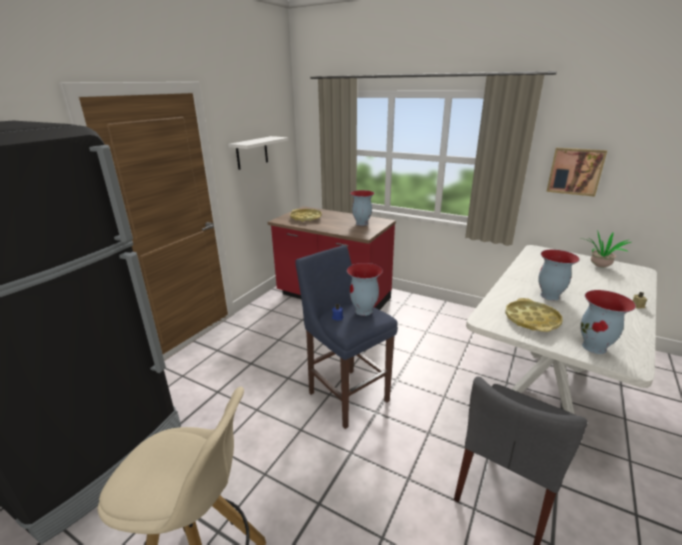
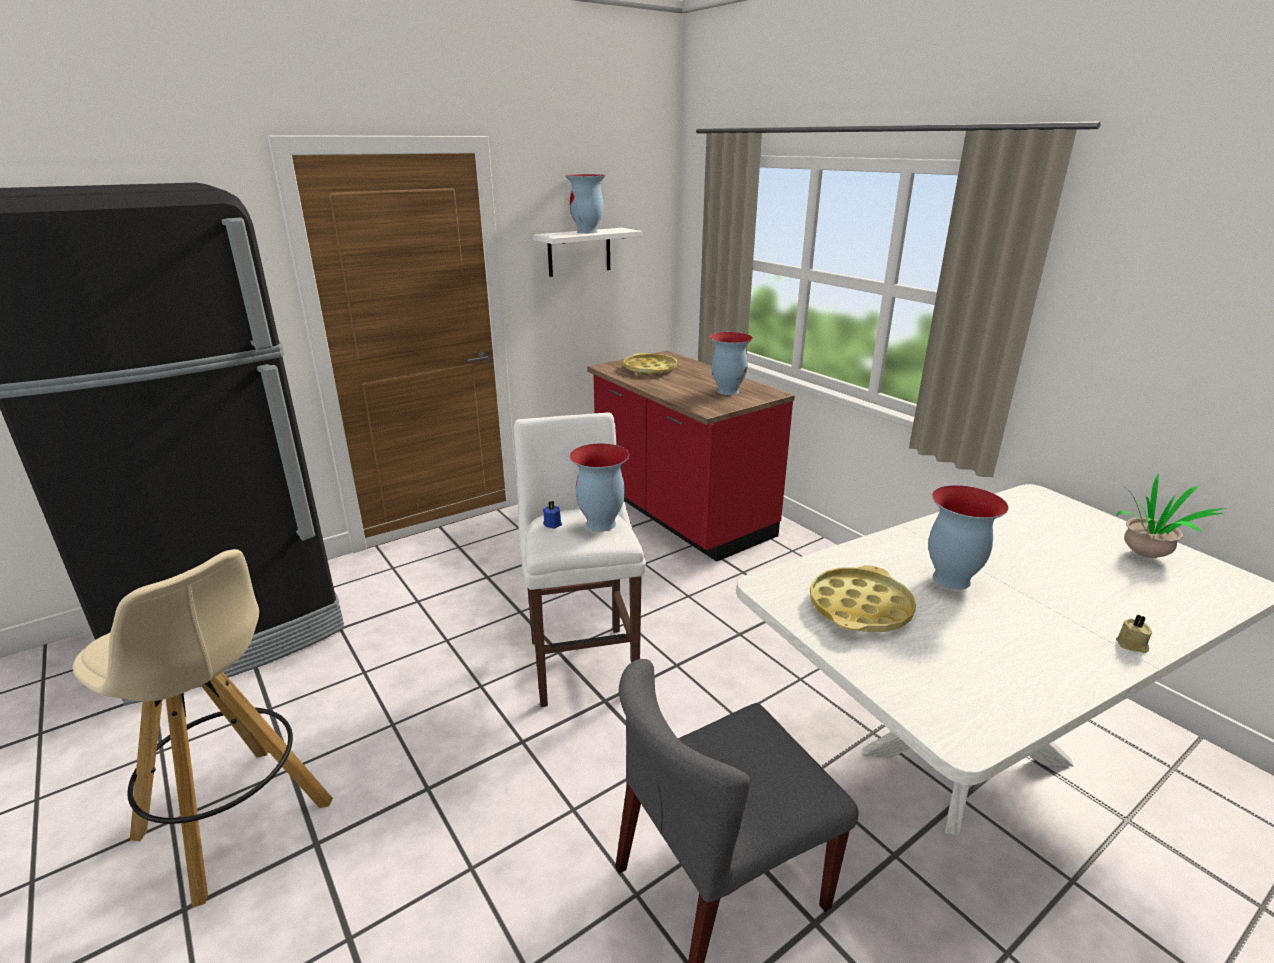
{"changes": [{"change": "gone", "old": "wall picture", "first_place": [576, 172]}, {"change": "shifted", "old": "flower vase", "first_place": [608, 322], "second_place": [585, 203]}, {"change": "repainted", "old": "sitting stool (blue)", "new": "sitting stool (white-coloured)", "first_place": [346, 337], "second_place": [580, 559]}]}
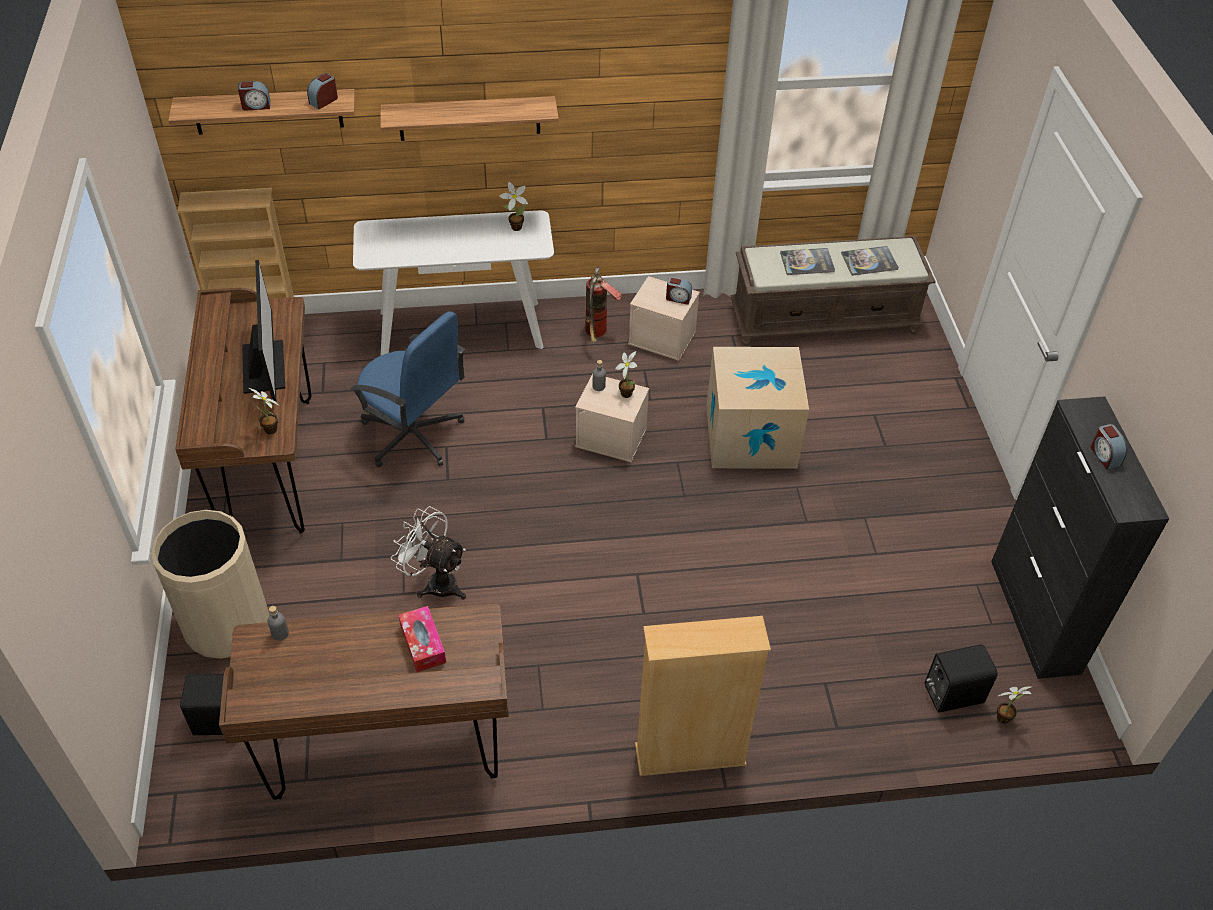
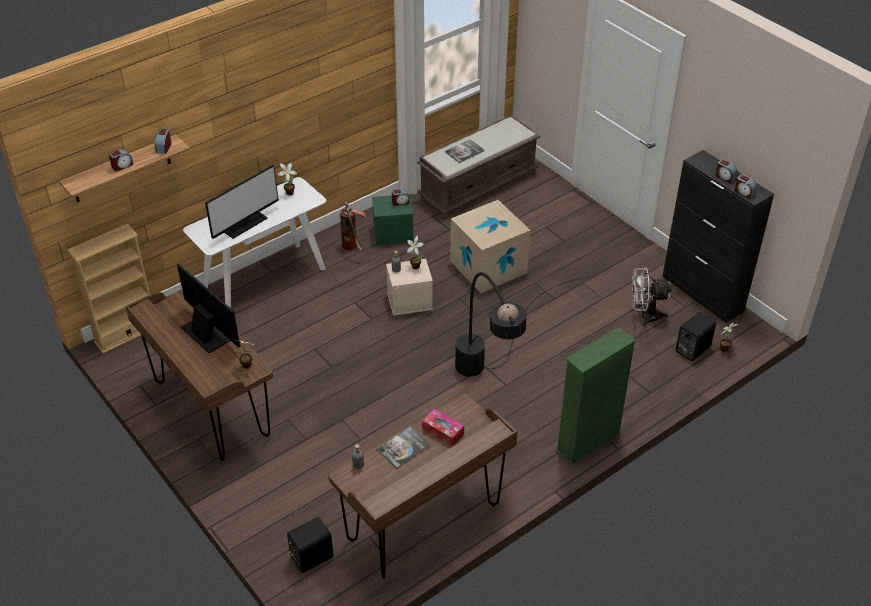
{"changes": [{"change": "gone", "old": "rubbish bin (beige-coloured)", "first_place": [210, 584]}, {"change": "gone", "old": "computer chair (blue)", "first_place": [407, 389]}, {"change": "gone", "old": "bracket shelf", "first_place": [470, 118]}, {"change": "new", "new": "computer screen", "second_place": [242, 202]}, {"change": "new", "new": "floor lamp (black)", "second_place": [523, 324]}, {"change": "new", "new": "bedside clock", "second_place": [745, 186]}, {"change": "shifted", "old": "electric fan (white-coloured)", "first_place": [428, 553], "second_place": [651, 297]}, {"change": "shifted", "old": "volume", "first_place": [870, 261], "second_place": [403, 447]}, {"change": "repainted", "old": "storage box (beige-coloured)", "new": "storage box (greenish)", "first_place": [664, 318], "second_place": [393, 220]}, {"change": "repainted", "old": "bookcase (beige-coloured)", "new": "bookcase (greenish)", "first_place": [703, 696], "second_place": [596, 396]}]}
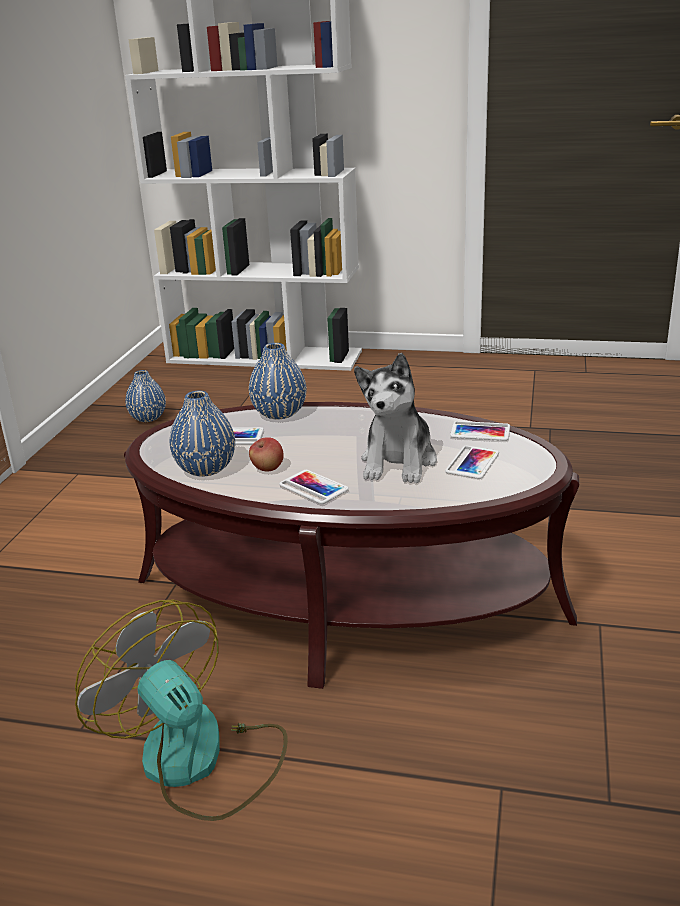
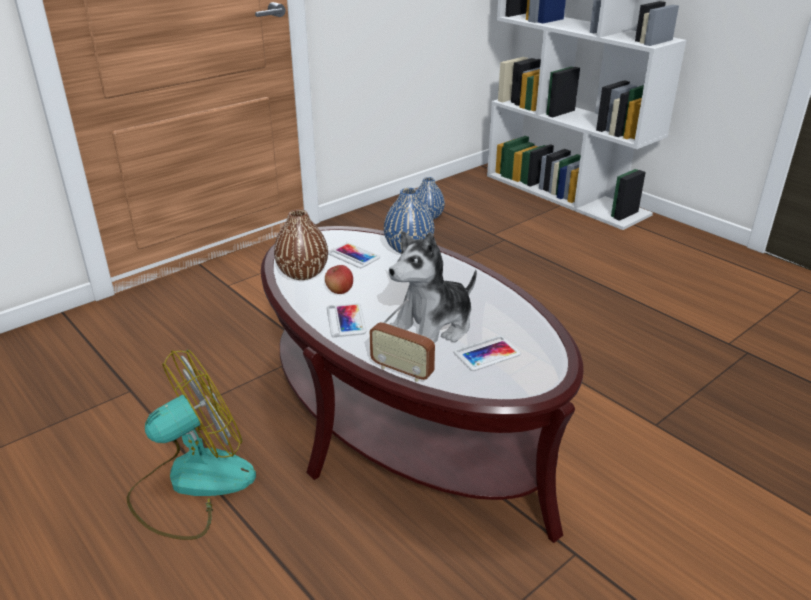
{"changes": [{"change": "gone", "old": "phone", "first_place": [480, 431]}, {"change": "new", "new": "radio receiver", "second_place": [402, 340]}, {"change": "repainted", "old": "flower vase (blue)", "new": "flower vase (brown)", "first_place": [202, 434], "second_place": [301, 244]}, {"change": "rotated", "old": "electric fan", "first_place": [181, 710], "second_place": [191, 445], "degrees": 60}]}
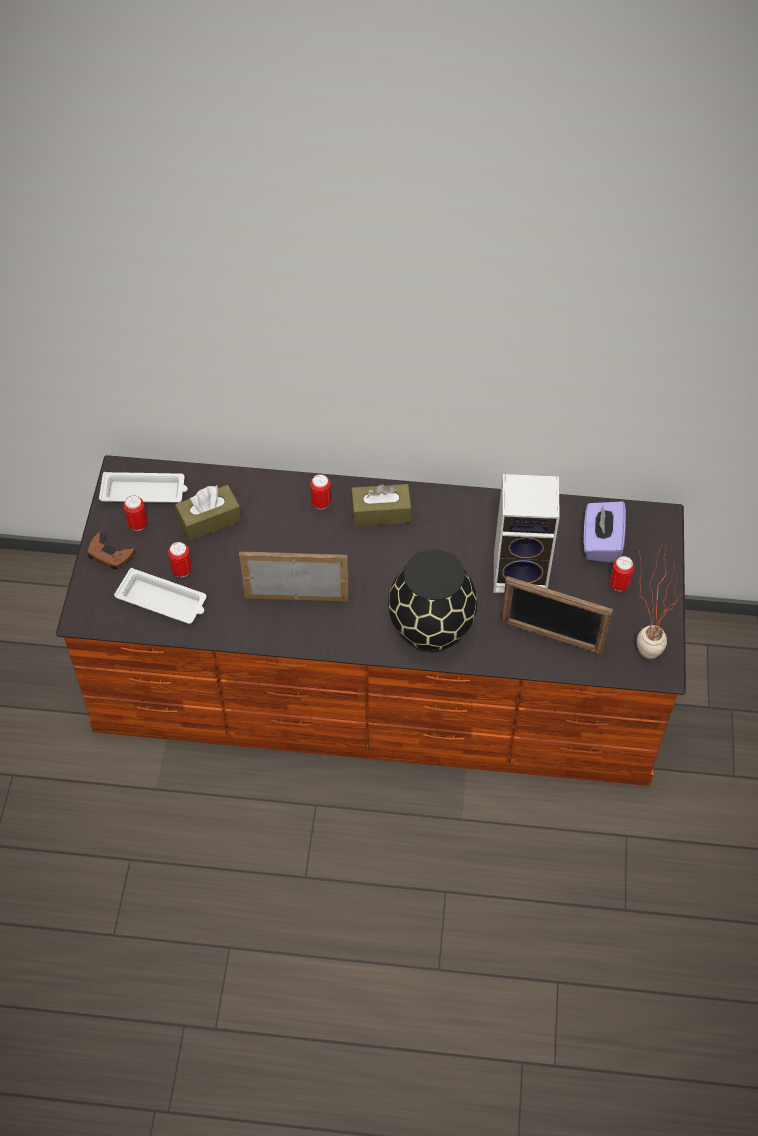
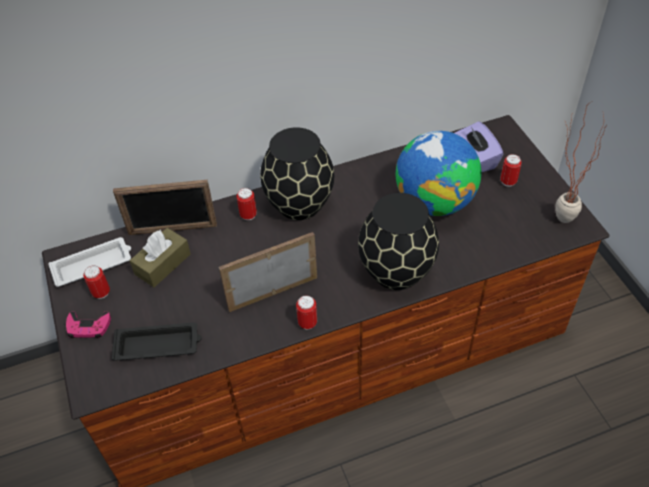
{"changes": [{"change": "shifted", "old": "metal can", "first_place": [180, 559], "second_place": [306, 312]}, {"change": "shifted", "old": "picture frame", "first_place": [556, 615], "second_place": [165, 207]}, {"change": "swapped", "old": "box of tissues (brown)", "new": "flower vase (black)", "first_place": [381, 505], "second_place": [297, 173]}, {"change": "swapped", "old": "loudspeaker", "new": "world globe", "first_place": [526, 533], "second_place": [439, 173]}, {"change": "repainted", "old": "game controller (brown)", "new": "game controller (pink)", "first_place": [111, 550], "second_place": [88, 324]}, {"change": "repainted", "old": "carrying tray (white-coloured)", "new": "carrying tray (black)", "first_place": [160, 596], "second_place": [156, 341]}]}
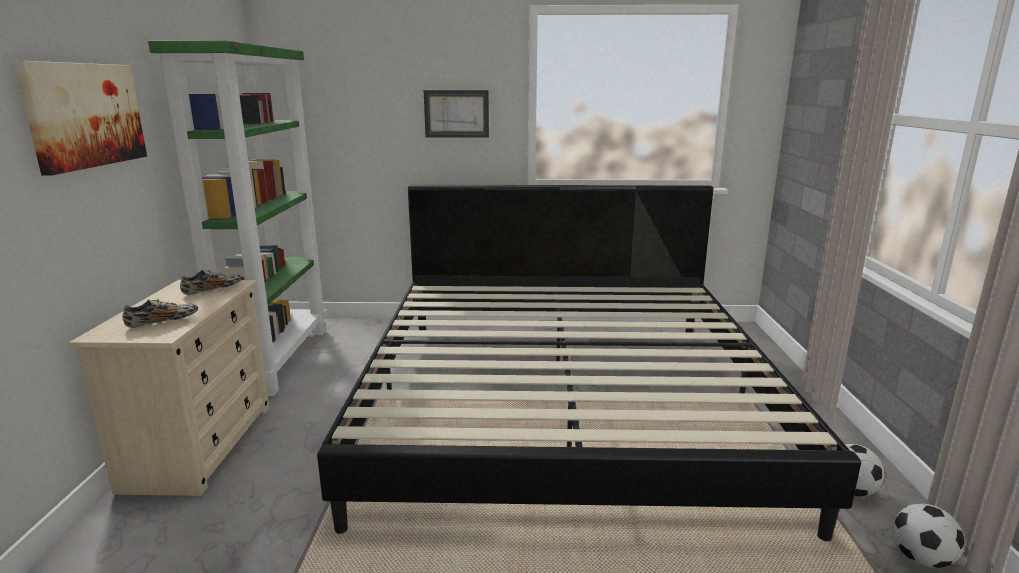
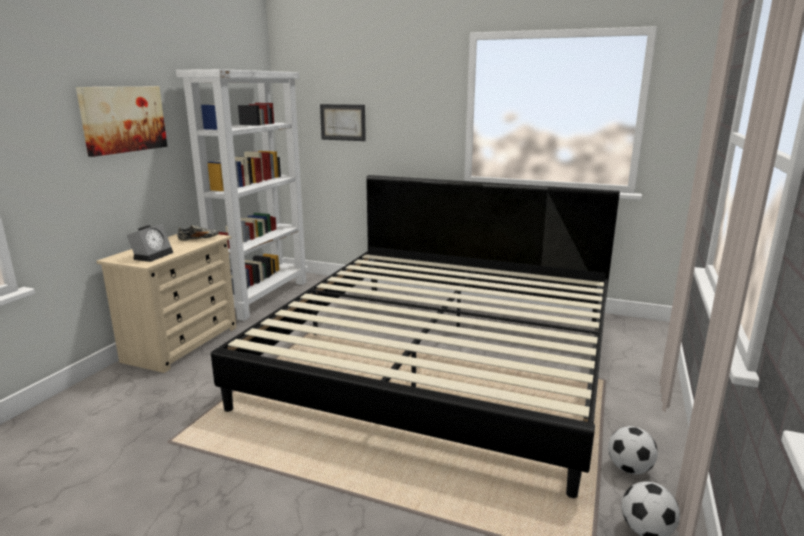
{"changes": [{"change": "shifted", "old": "wall picture", "first_place": [456, 114], "second_place": [343, 122]}, {"change": "swapped", "old": "low shoe", "new": "bedside clock", "first_place": [160, 313], "second_place": [150, 243]}, {"change": "repainted", "old": "bookcase (greenish)", "new": "bookcase (white-coloured)", "first_place": [237, 218], "second_place": [242, 195]}]}
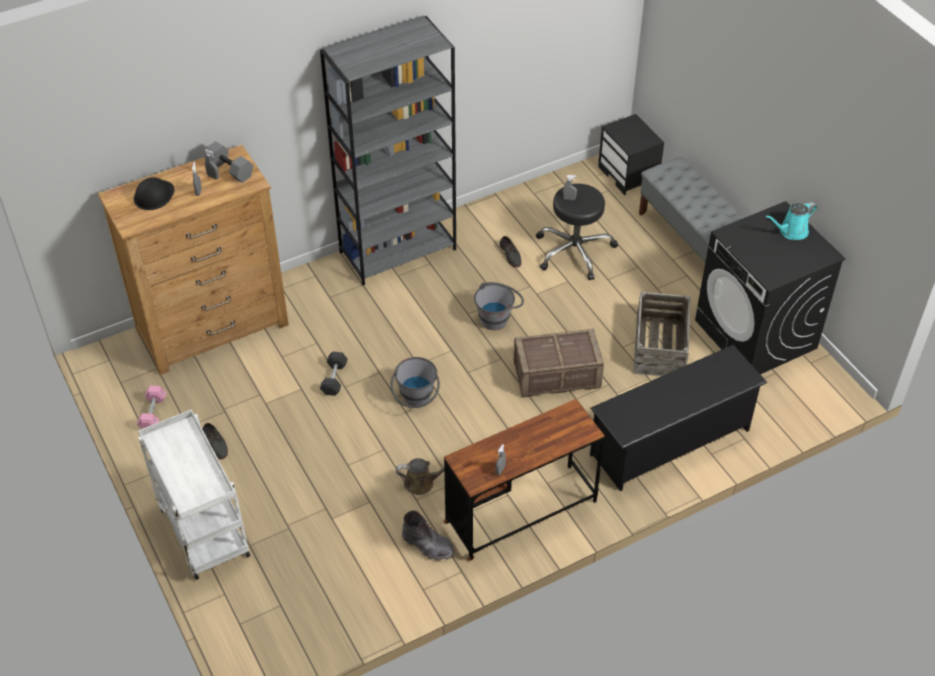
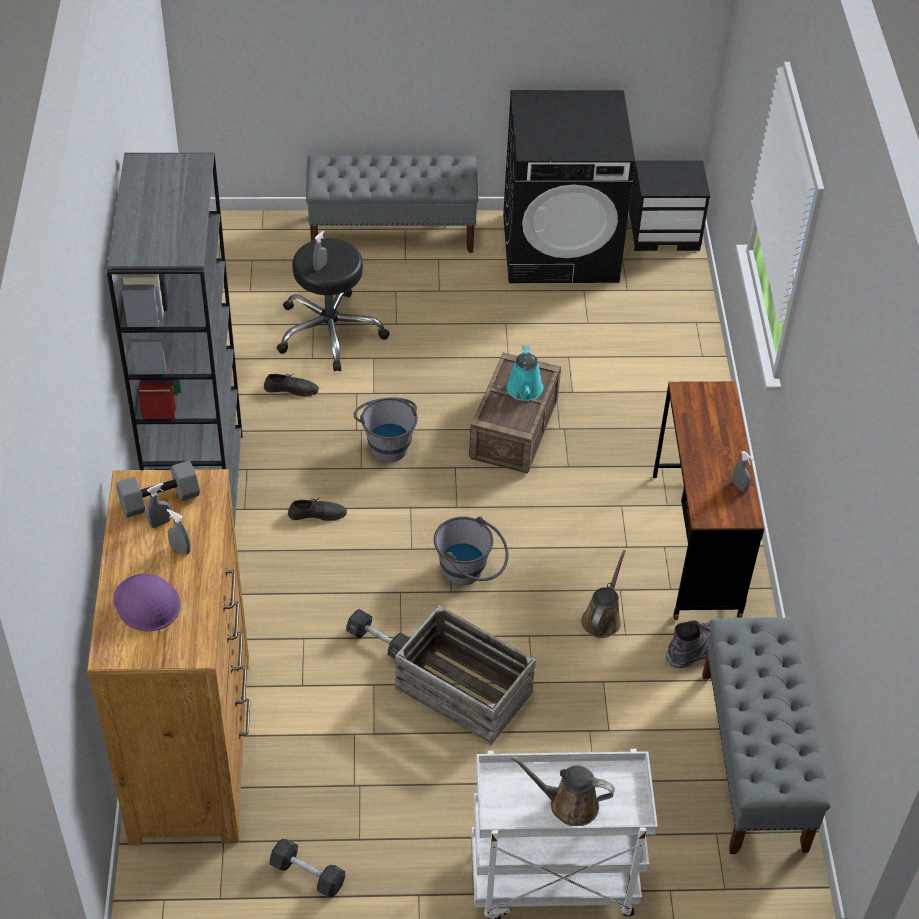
{"changes": [{"change": "gone", "old": "shoe rack (black)", "first_place": [678, 418]}, {"change": "new", "new": "watering can (brown)", "second_place": [563, 791]}, {"change": "new", "new": "bench (greyish)", "second_place": [766, 735]}, {"change": "shifted", "old": "low shoe (greyish)", "first_place": [215, 441], "second_place": [317, 509]}, {"change": "shifted", "old": "night table (black)", "first_place": [631, 154], "second_place": [669, 205]}, {"change": "shifted", "old": "crate", "first_place": [661, 334], "second_place": [465, 675]}, {"change": "shifted", "old": "watering can (turquoise-coloured)", "first_place": [791, 221], "second_place": [525, 373]}, {"change": "repainted", "old": "work helmet (black)", "new": "work helmet (purple-coloured)", "first_place": [154, 193], "second_place": [147, 602]}, {"change": "repainted", "old": "dumbbell (pink)", "new": "dumbbell (black)", "first_place": [151, 407], "second_place": [307, 868]}]}
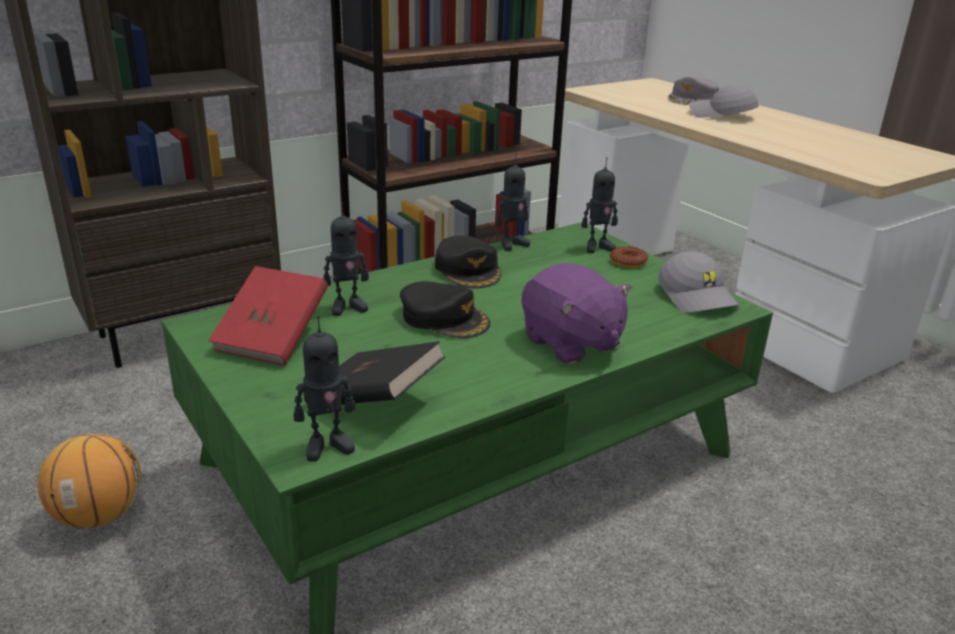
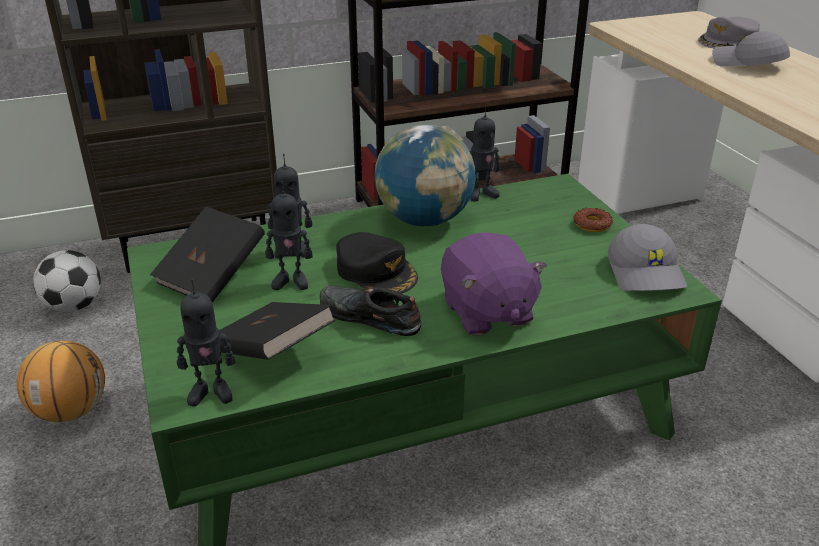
{"changes": [{"change": "new", "new": "ball for football", "second_place": [67, 281]}, {"change": "new", "new": "low shoe (black)", "second_place": [371, 310]}, {"change": "shifted", "old": "toy robot", "first_place": [599, 205], "second_place": [288, 235]}, {"change": "swapped", "old": "peaked cap (black)", "new": "world globe", "first_place": [468, 262], "second_place": [425, 175]}, {"change": "repainted", "old": "volume (red)", "new": "volume (black)", "first_place": [268, 315], "second_place": [207, 255]}]}
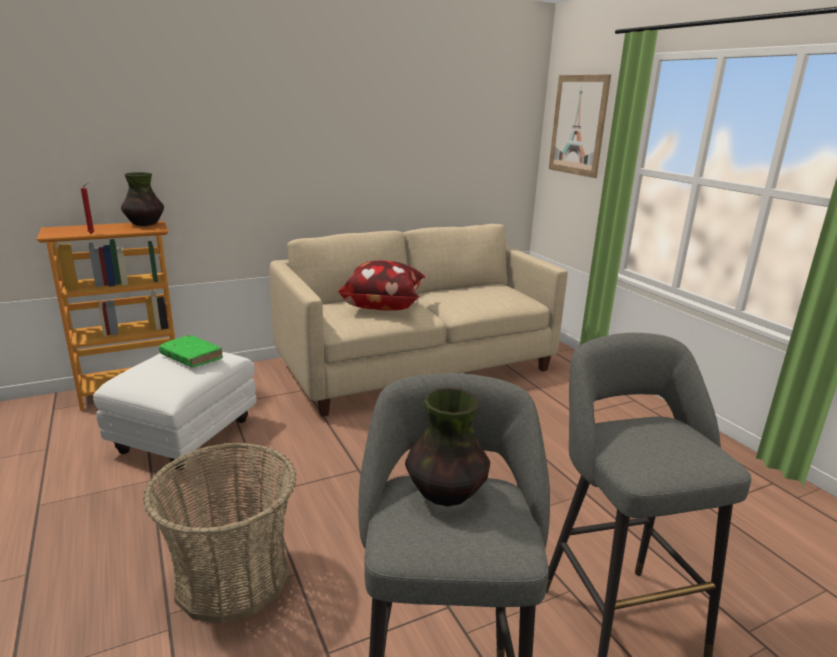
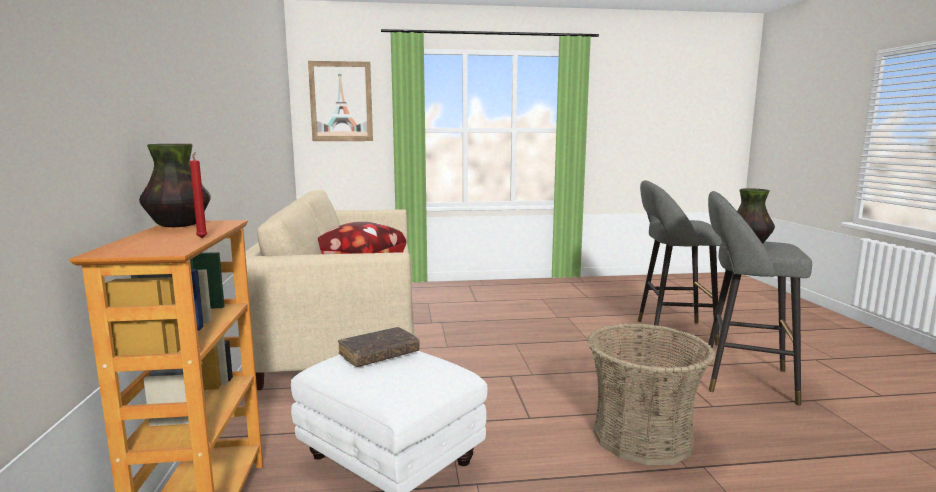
{"changes": [{"change": "repainted", "old": "volume (greenish)", "new": "volume (brown)", "first_place": [191, 351], "second_place": [379, 347]}]}
